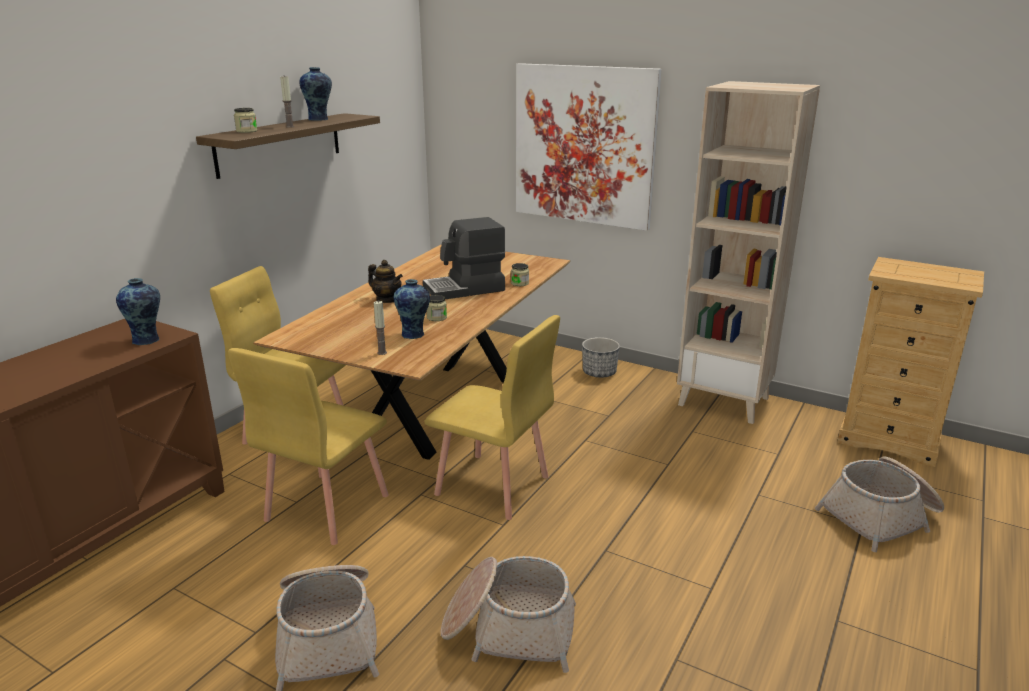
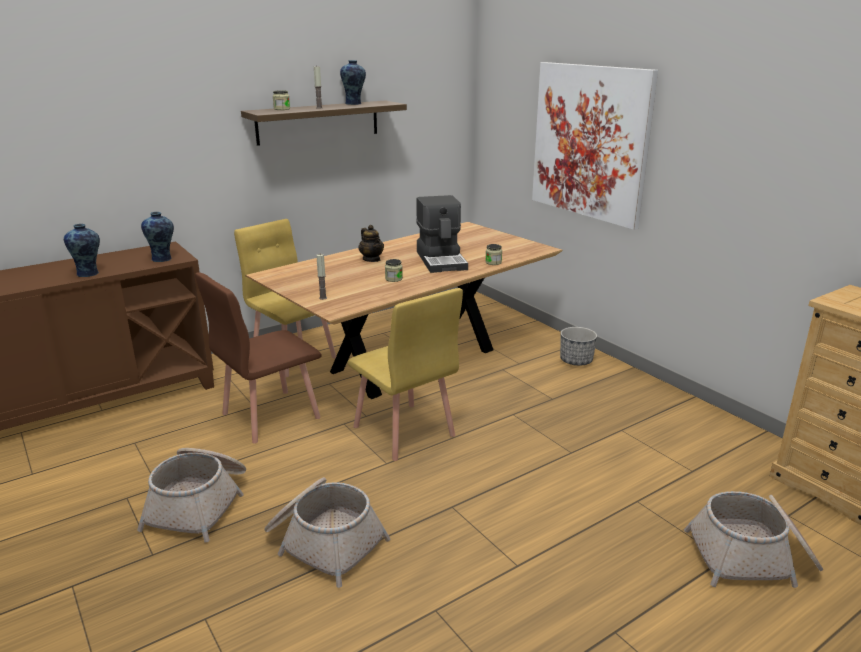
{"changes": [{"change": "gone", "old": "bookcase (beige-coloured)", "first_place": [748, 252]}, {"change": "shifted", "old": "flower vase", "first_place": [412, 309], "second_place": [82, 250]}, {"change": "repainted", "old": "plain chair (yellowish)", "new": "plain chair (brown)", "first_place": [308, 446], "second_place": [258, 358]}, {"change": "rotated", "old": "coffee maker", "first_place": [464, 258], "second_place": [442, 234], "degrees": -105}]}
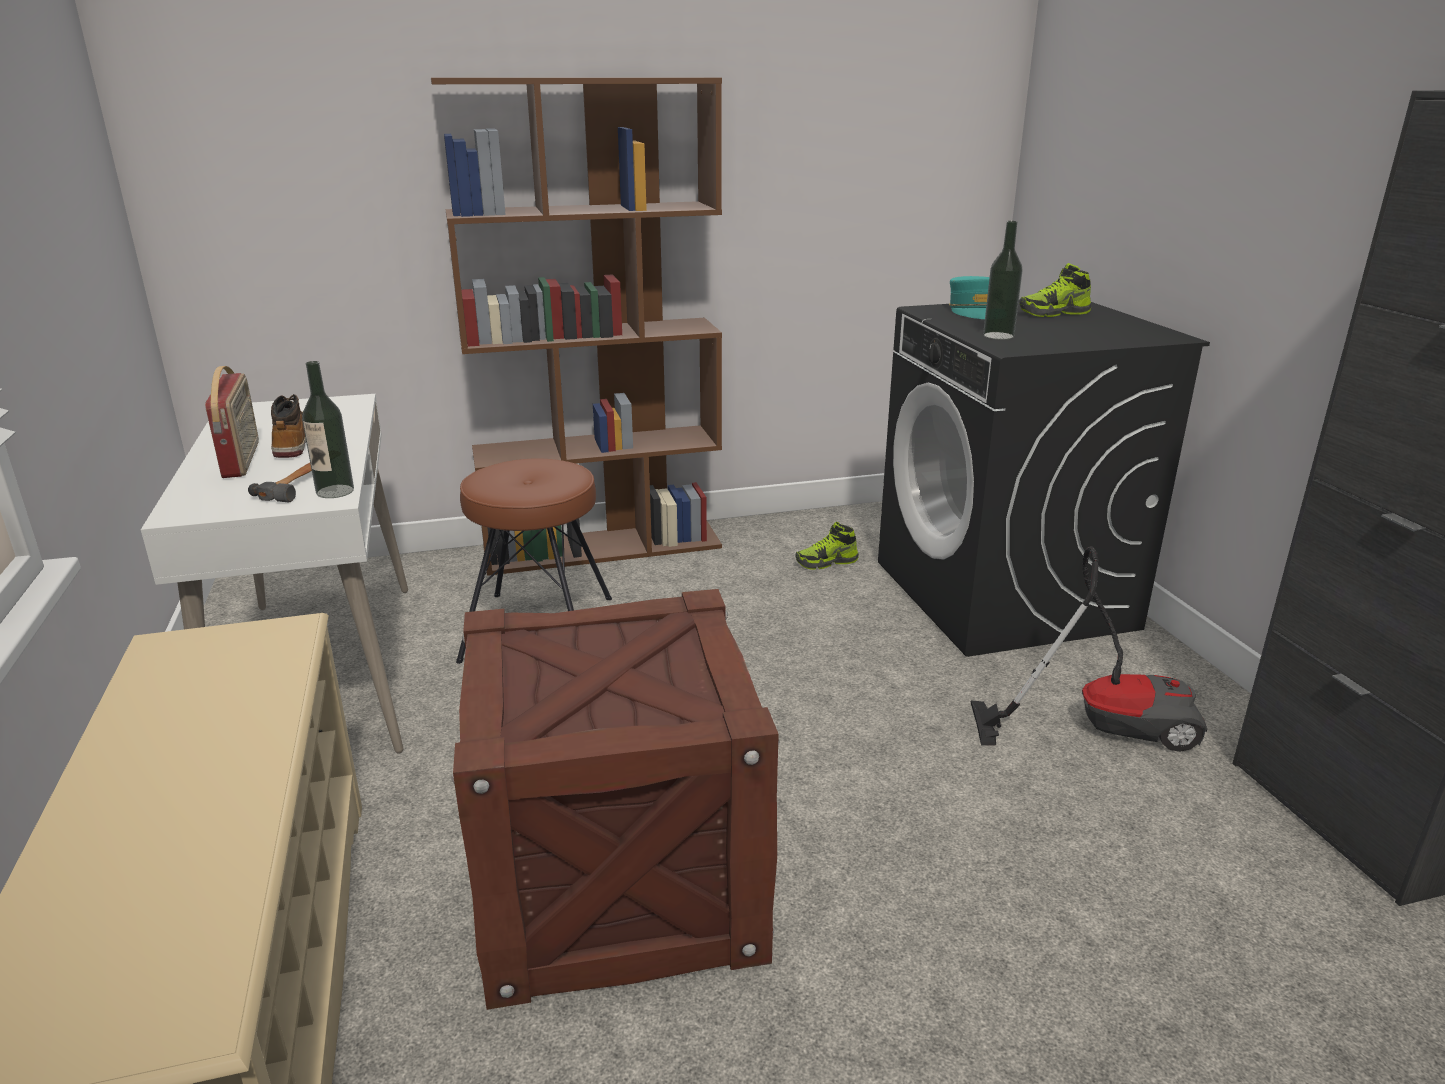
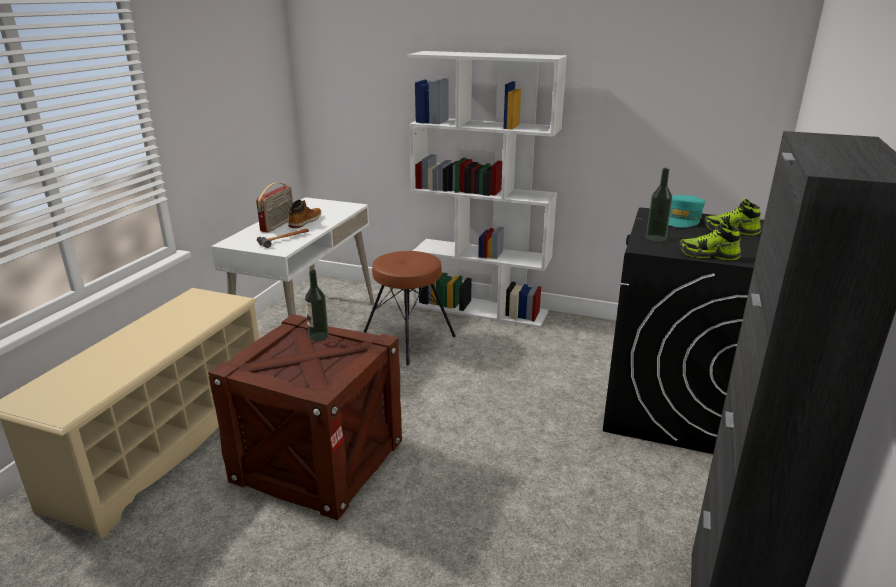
{"changes": [{"change": "gone", "old": "hoover", "first_place": [1089, 649]}, {"change": "shifted", "old": "beverage bottle", "first_place": [328, 429], "second_place": [317, 305]}, {"change": "shifted", "old": "low shoe", "first_place": [827, 546], "second_place": [710, 240]}, {"change": "repainted", "old": "bookcase (brown)", "new": "bookcase (white-coloured)", "first_place": [576, 326], "second_place": [487, 189]}]}
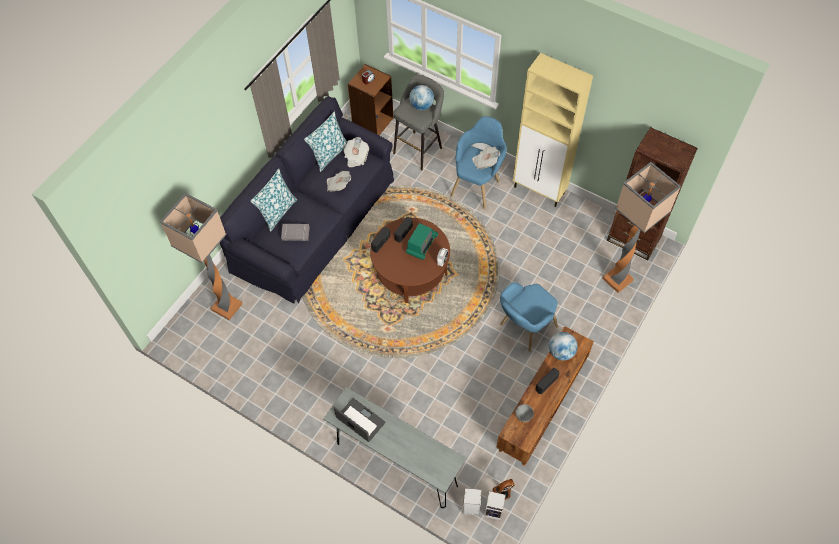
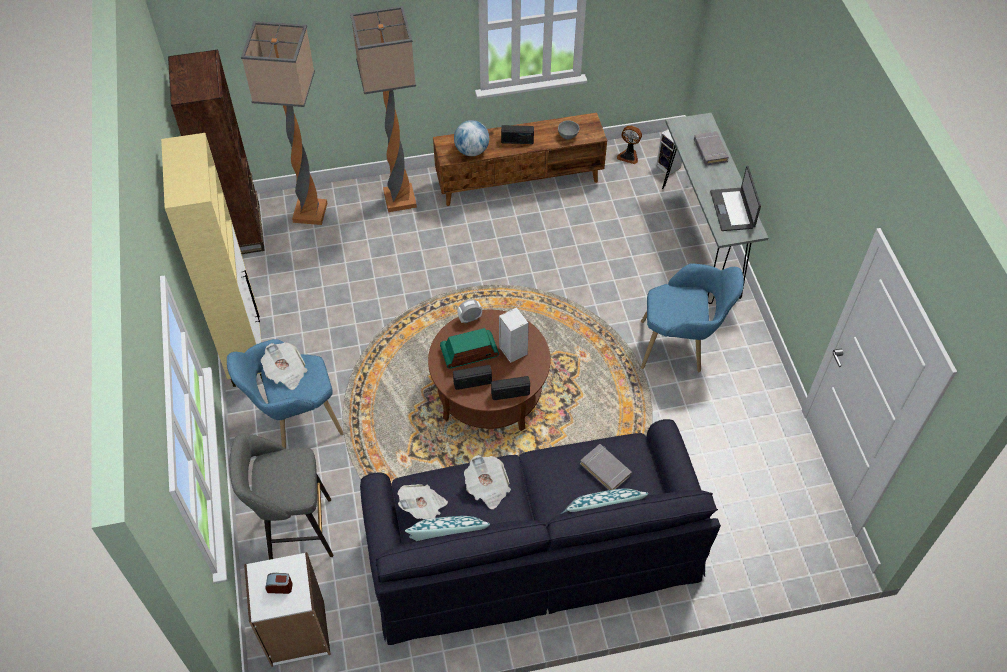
{"changes": [{"change": "gone", "old": "world globe", "first_place": [421, 97]}, {"change": "new", "new": "volume (greyish)", "second_place": [711, 148]}, {"change": "shifted", "old": "floor lamp", "first_place": [201, 256], "second_place": [383, 109]}, {"change": "shifted", "old": "loudspeaker", "first_place": [495, 505], "second_place": [514, 335]}, {"change": "shifted", "old": "armchair (blue)", "first_place": [529, 317], "second_place": [692, 318]}, {"change": "repainted", "old": "bookcase (brown)", "new": "bookcase (white-coloured)", "first_place": [370, 99], "second_place": [287, 609]}]}
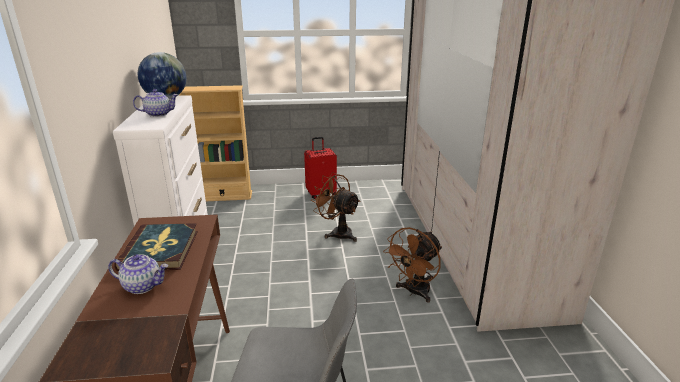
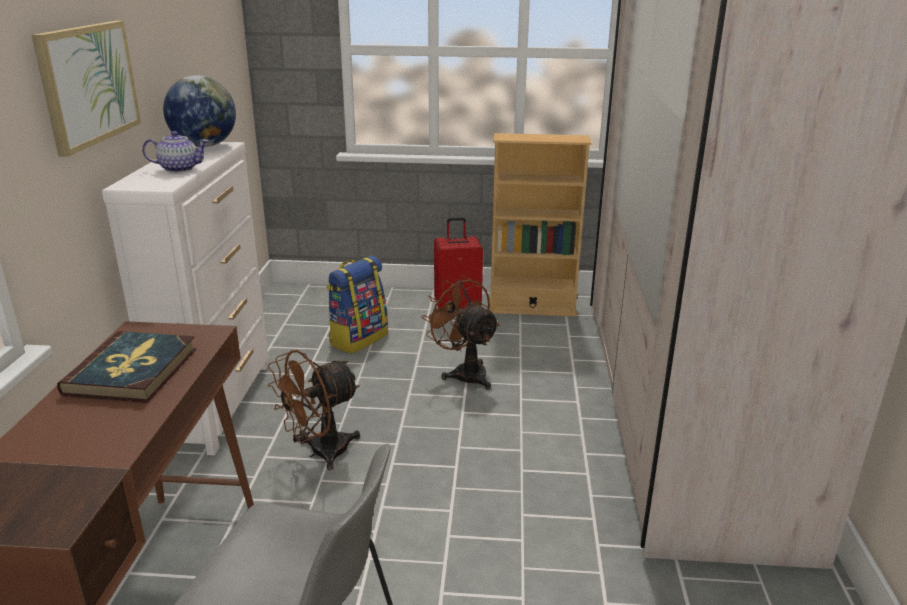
{"changes": [{"change": "gone", "old": "pot for tea", "first_place": [138, 274]}, {"change": "new", "new": "wall picture", "second_place": [86, 89]}, {"change": "new", "new": "rucksack", "second_place": [357, 305]}, {"change": "shifted", "old": "bookcase (beige-coloured)", "first_place": [215, 143], "second_place": [541, 225]}, {"change": "shifted", "old": "electric fan (brown)", "first_place": [412, 265], "second_place": [314, 410]}]}
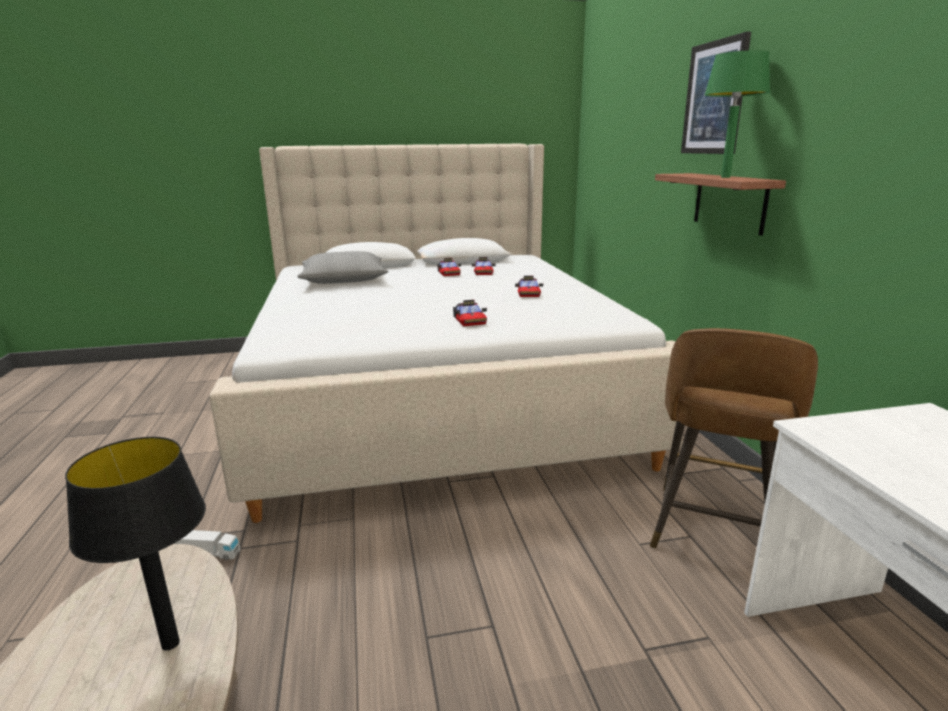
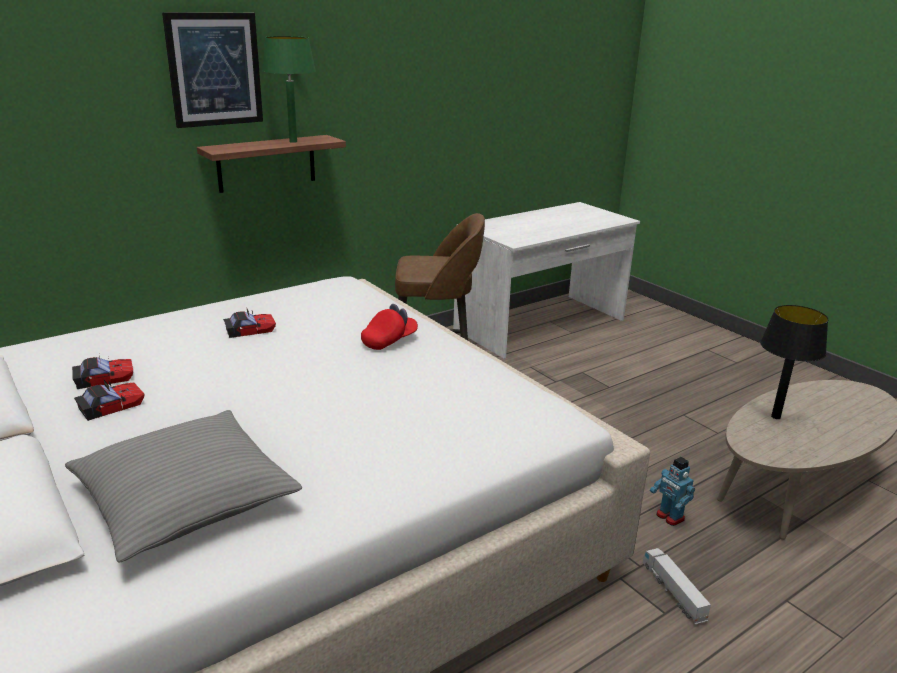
{"changes": [{"change": "new", "new": "toy robot", "second_place": [672, 491]}, {"change": "swapped", "old": "toy car", "new": "peaked cap (red)", "first_place": [470, 313], "second_place": [389, 327]}]}
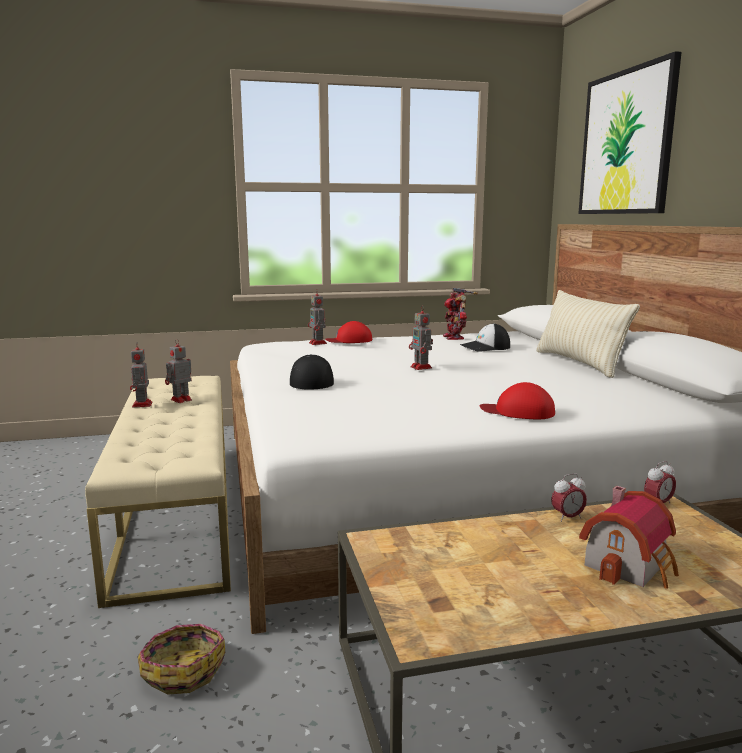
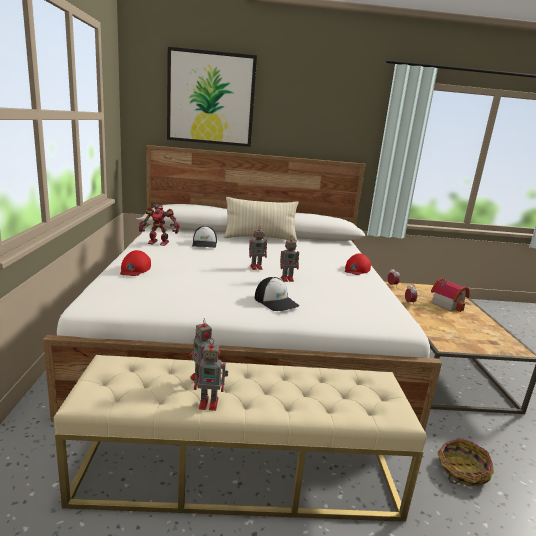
{"changes": [{"change": "shifted", "old": "toy robot", "first_place": [317, 317], "second_place": [289, 259]}, {"change": "rotated", "old": "peaked cap", "first_place": [312, 372], "second_place": [277, 294], "degrees": -135}]}
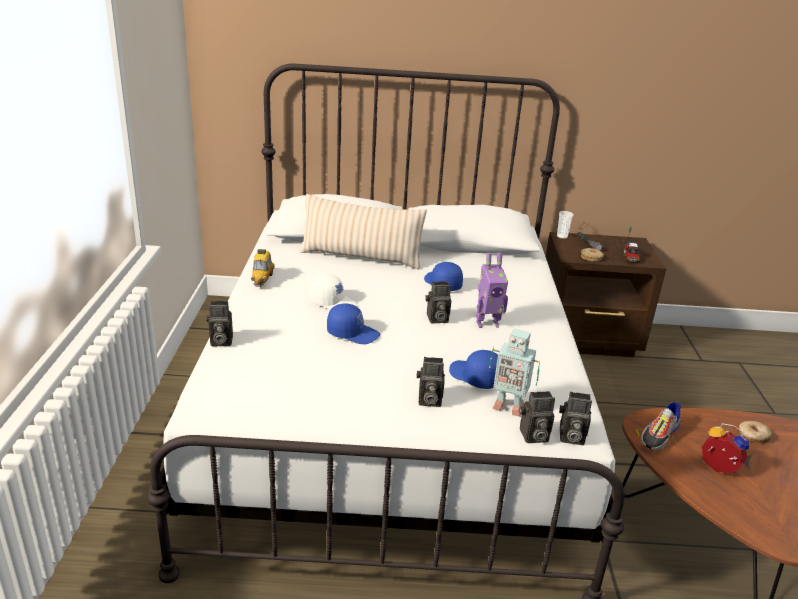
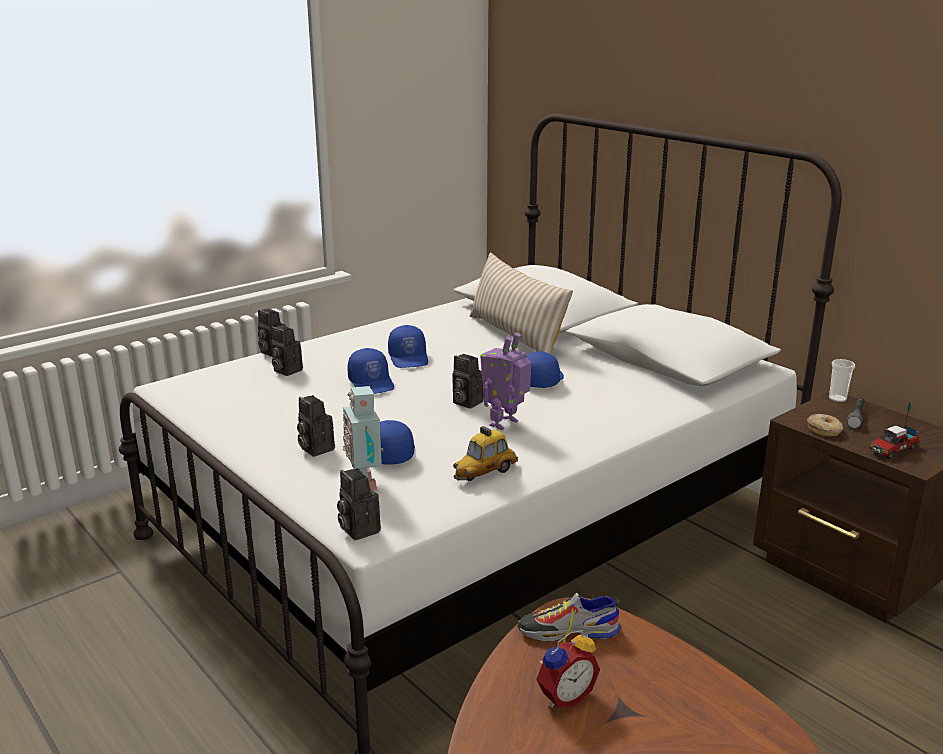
{"changes": [{"change": "gone", "old": "donut", "first_place": [755, 432]}, {"change": "shifted", "old": "toy car", "first_place": [262, 268], "second_place": [485, 453]}, {"change": "shifted", "old": "photo camera", "first_place": [537, 417], "second_place": [287, 350]}, {"change": "repainted", "old": "peaked cap (white-coloured)", "new": "peaked cap (blue)", "first_place": [333, 292], "second_place": [408, 346]}, {"change": "rotated", "old": "toy robot", "first_place": [492, 290], "second_place": [506, 381], "degrees": 90}, {"change": "rotated", "old": "bedside clock", "first_place": [725, 448], "second_place": [568, 669], "degrees": 60}]}
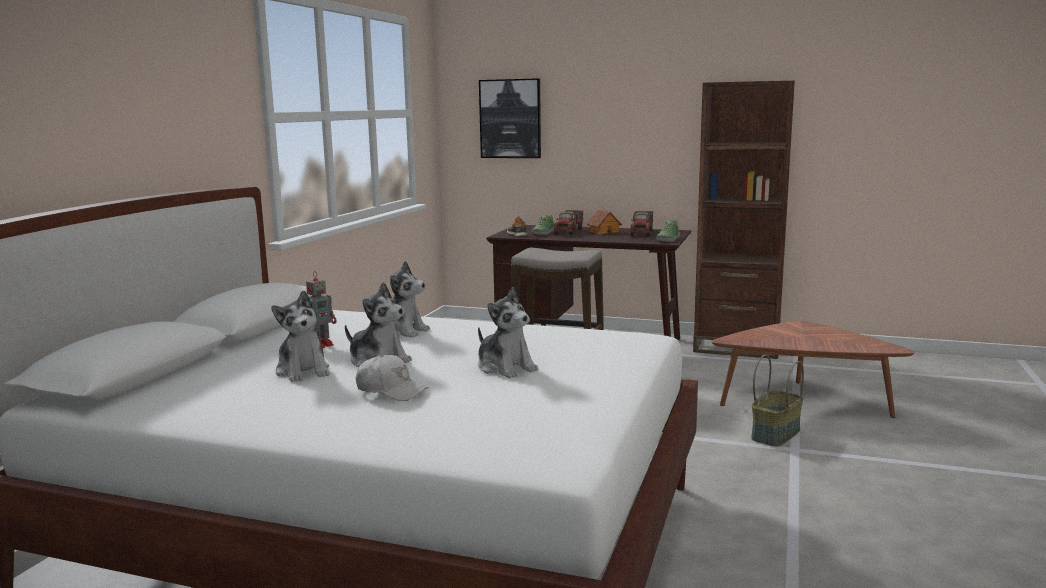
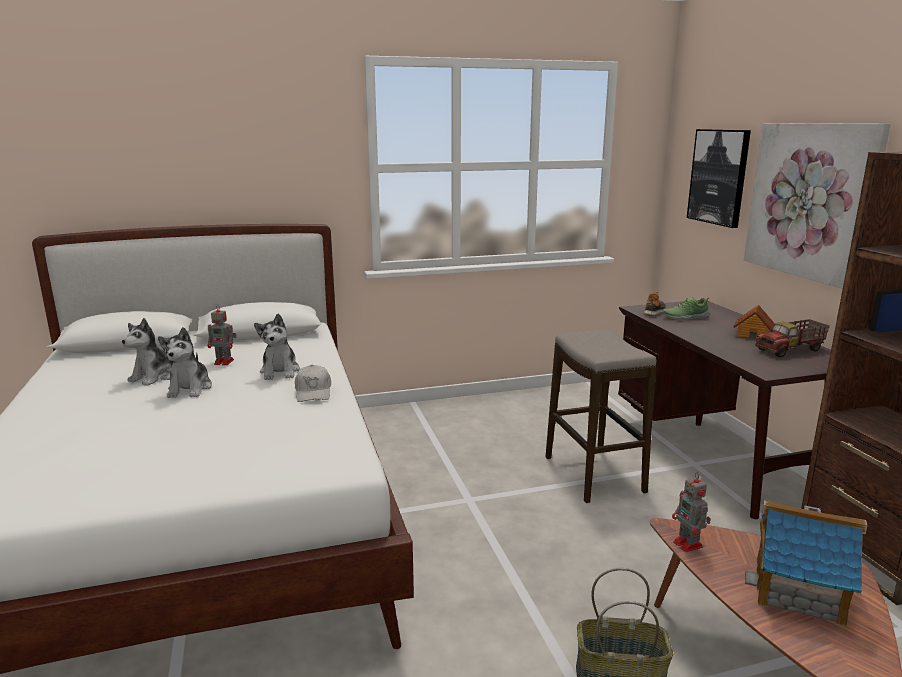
{"changes": [{"change": "gone", "old": "soft toy", "first_place": [508, 332]}, {"change": "gone", "old": "toy truck", "first_place": [569, 222]}, {"change": "gone", "old": "low shoe", "first_place": [668, 231]}, {"change": "new", "new": "toy robot", "second_place": [691, 512]}, {"change": "new", "new": "wall picture", "second_place": [817, 206]}, {"change": "new", "new": "toy house", "second_place": [806, 563]}, {"change": "shifted", "old": "peaked cap (white-coloured)", "first_place": [392, 378], "second_place": [313, 383]}]}
